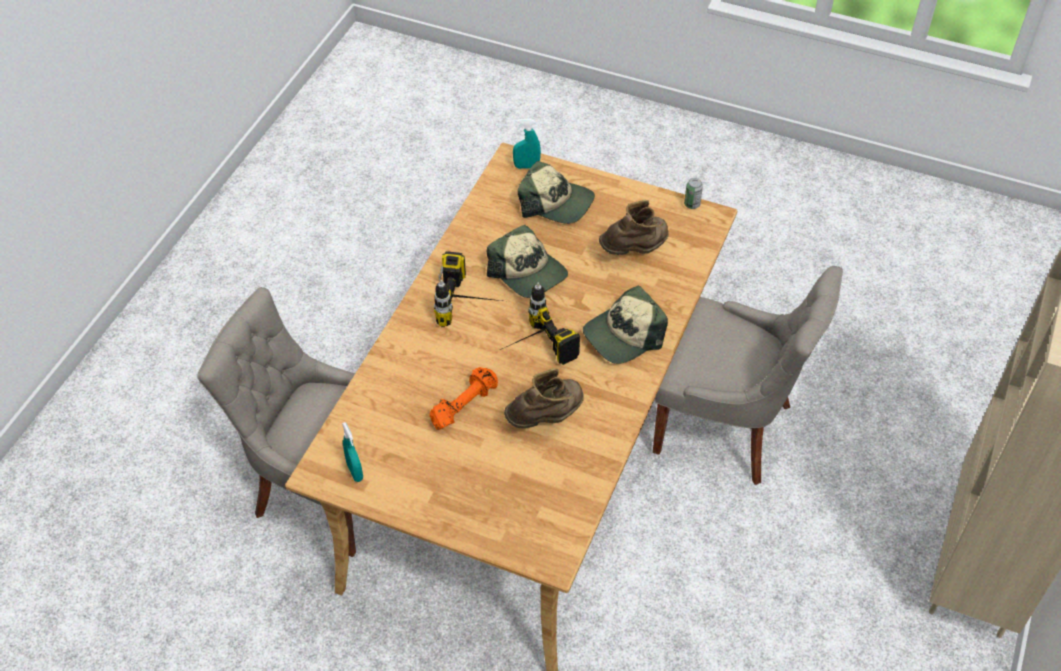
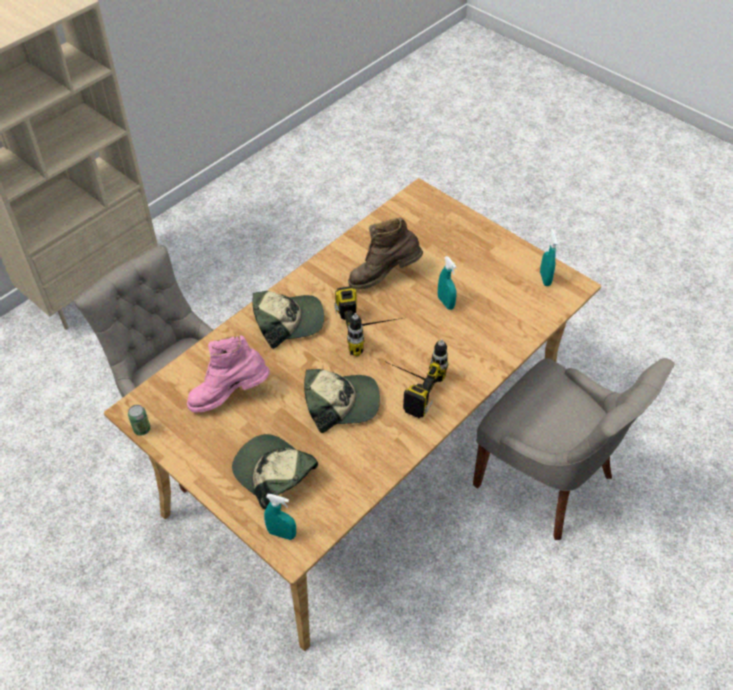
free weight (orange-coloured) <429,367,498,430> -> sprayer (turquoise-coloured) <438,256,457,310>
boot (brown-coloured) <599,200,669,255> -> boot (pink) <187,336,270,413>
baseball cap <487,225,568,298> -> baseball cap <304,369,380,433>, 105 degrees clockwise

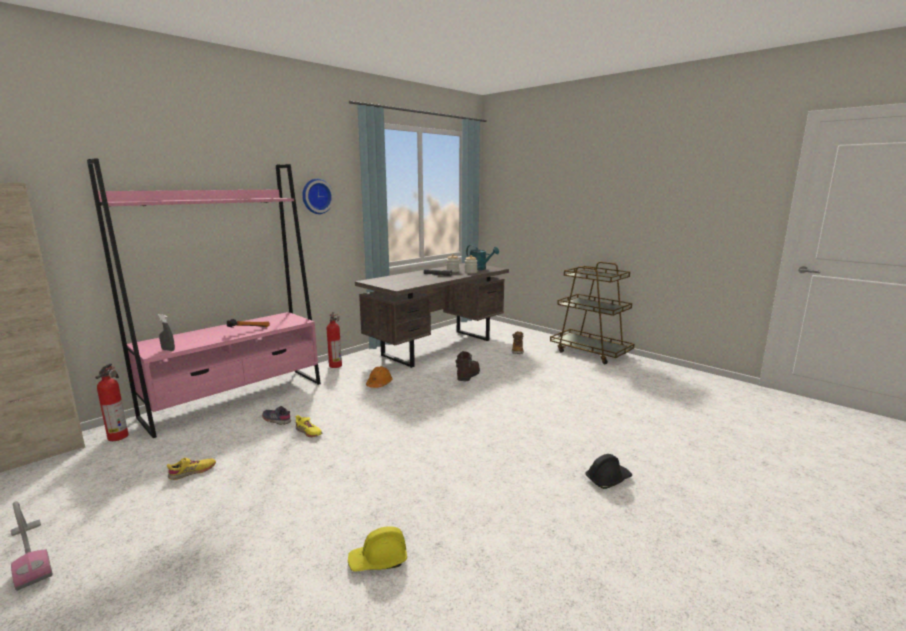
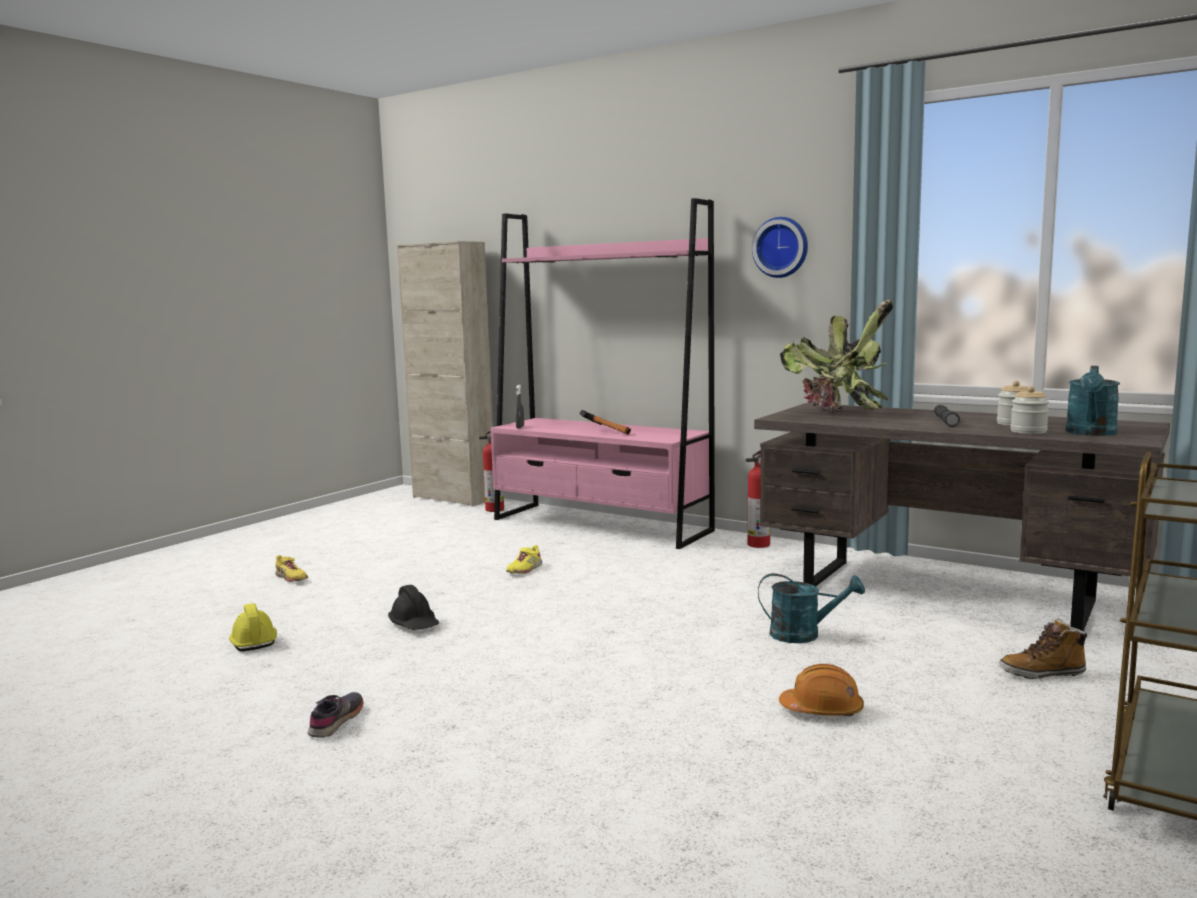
vacuum <11,501,53,591> -> none
none -> houseplant <780,300,893,411>
shoe (yellow) <167,458,216,480> -> shoe (yellow) <275,555,308,582>, relocated
shoe (gray) <262,406,291,425> -> shoe (gray) <308,692,364,738>, relocated
work helmet (orange-coloured) <366,366,393,388> -> work helmet (orange-coloured) <779,664,864,716>, relocated
work helmet (black-coloured) <585,454,632,489> -> work helmet (black-coloured) <388,585,439,630>, relocated
boot (brown-coloured) <455,351,480,381> -> watering pot (turquoise-coloured) <758,573,865,643>

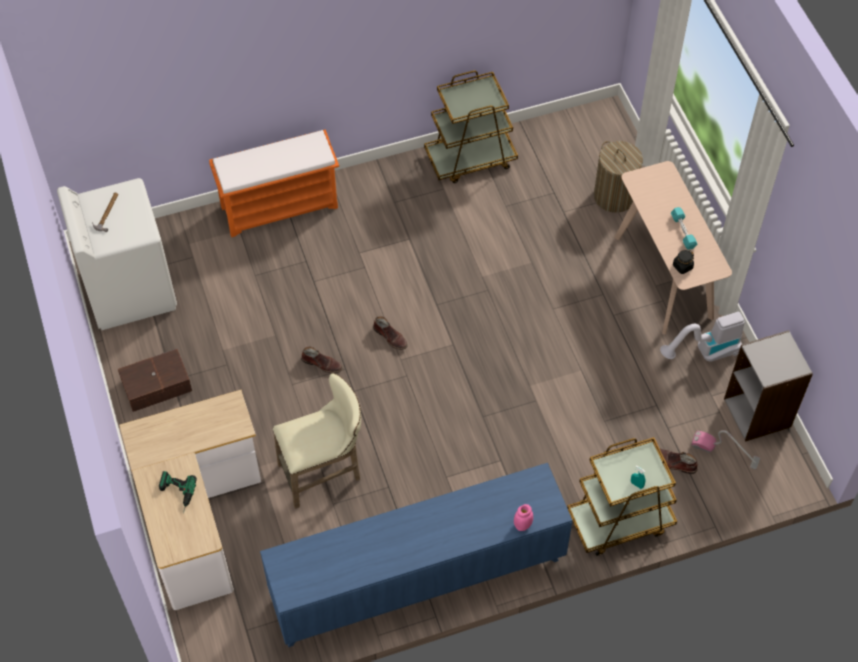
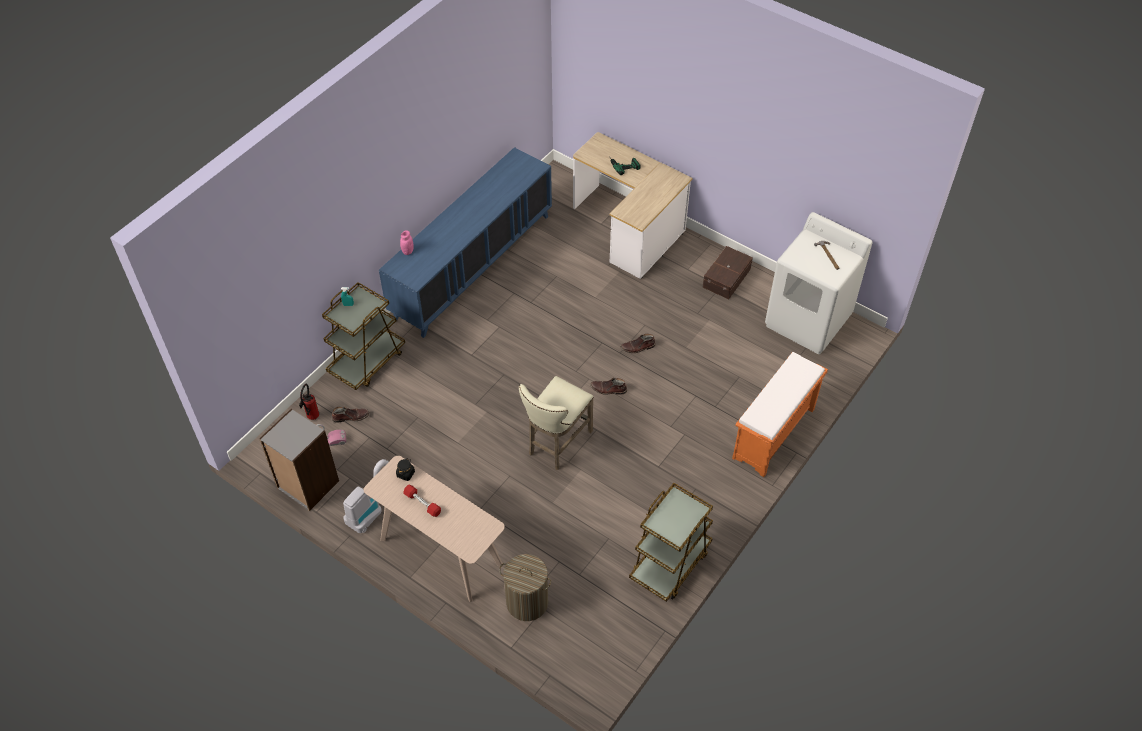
none -> extinguisher <299,384,319,420>
stool seat (sand-coloured) <273,373,361,509> -> stool seat (sand-coloured) <519,376,593,470>, relocated
free weight (turquoise-coloured) <671,207,697,250> -> free weight (red-coloured) <403,485,441,517>

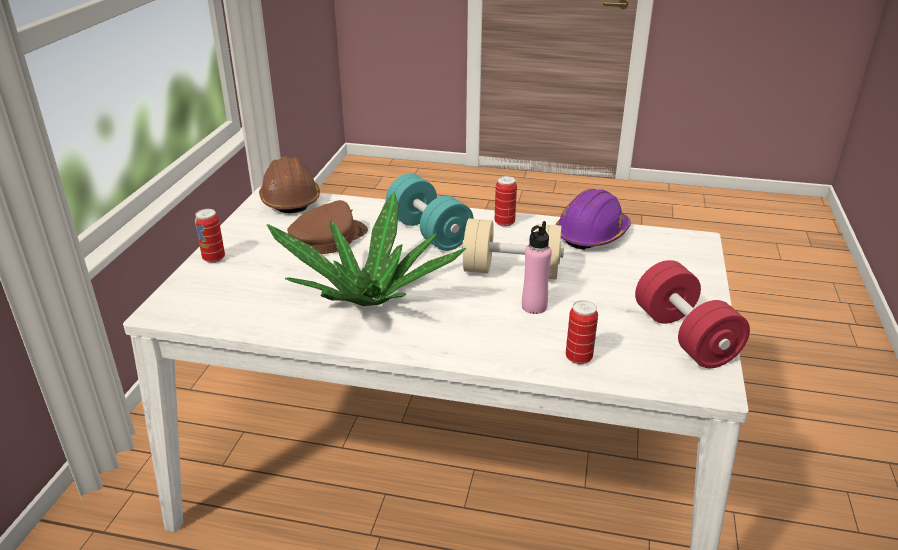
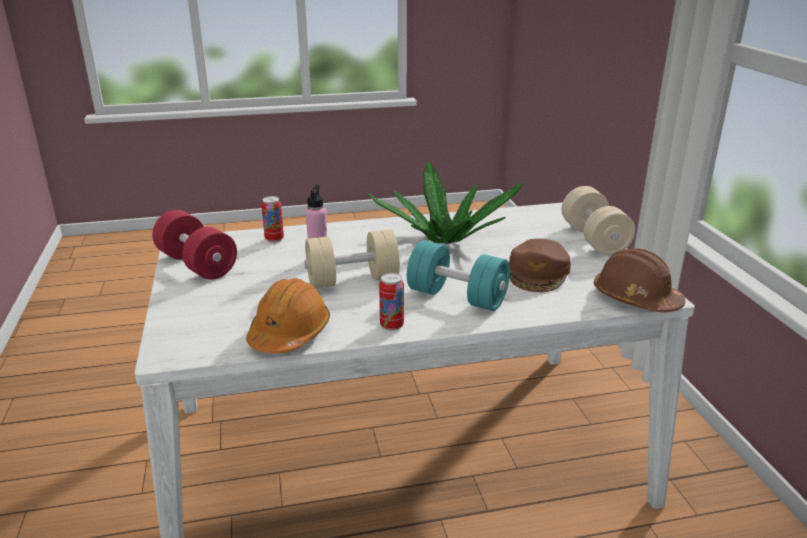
sealed can <195,209,225,263> -> free weight (sand-coloured) <562,186,635,256>
work helmet (purplish) <556,189,631,250> -> work helmet (orange-coloured) <246,278,330,353>

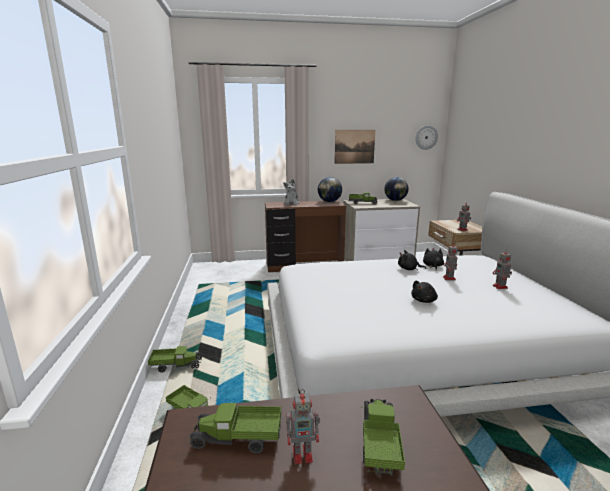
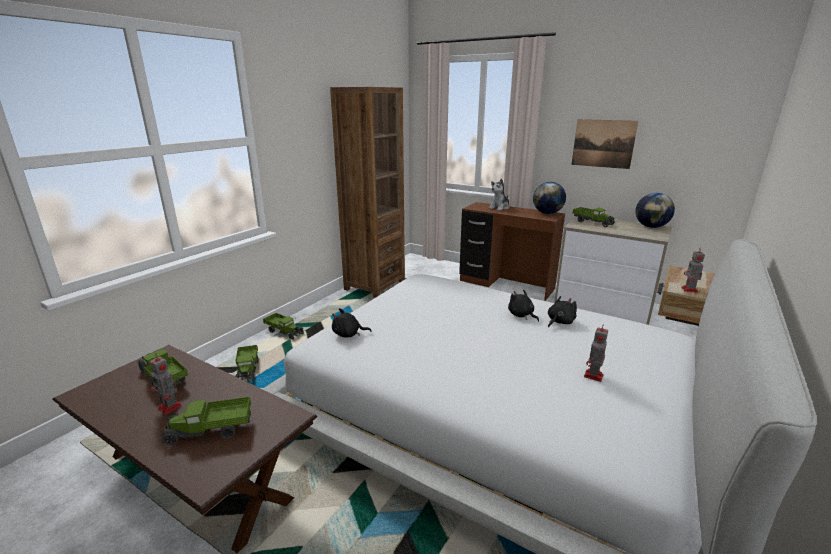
clock on the wall <416,125,438,150> -> none
model robot <443,245,458,280> -> none
none -> bookcase (brown-coloured) <330,87,405,298>
plush toy (black-coloured) <411,281,438,303> -> plush toy (black-coloured) <332,308,372,338>, relocated
toy lorry <361,399,405,476> -> toy lorry <161,397,251,445>, 150 degrees counterclockwise

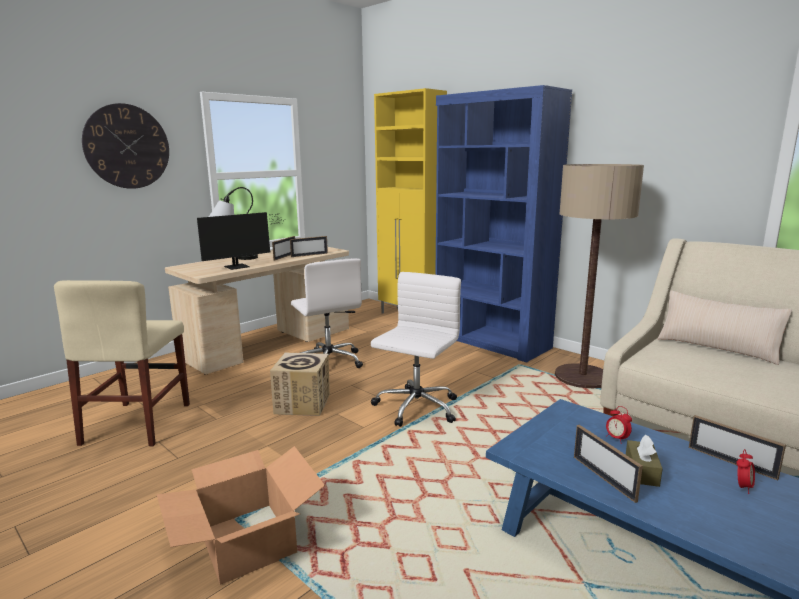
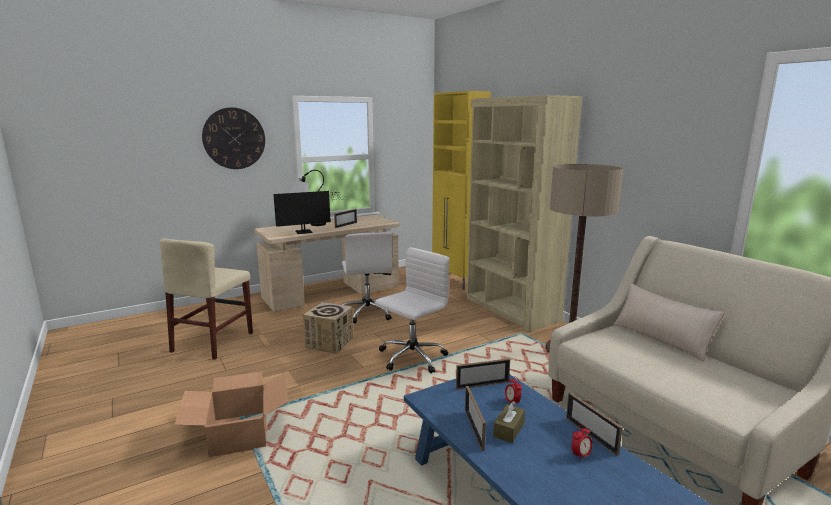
picture frame <290,236,328,257> -> picture frame <456,358,510,390>, relocated
bookcase (blue) <435,85,572,363> -> bookcase (sand-coloured) <467,95,582,332>

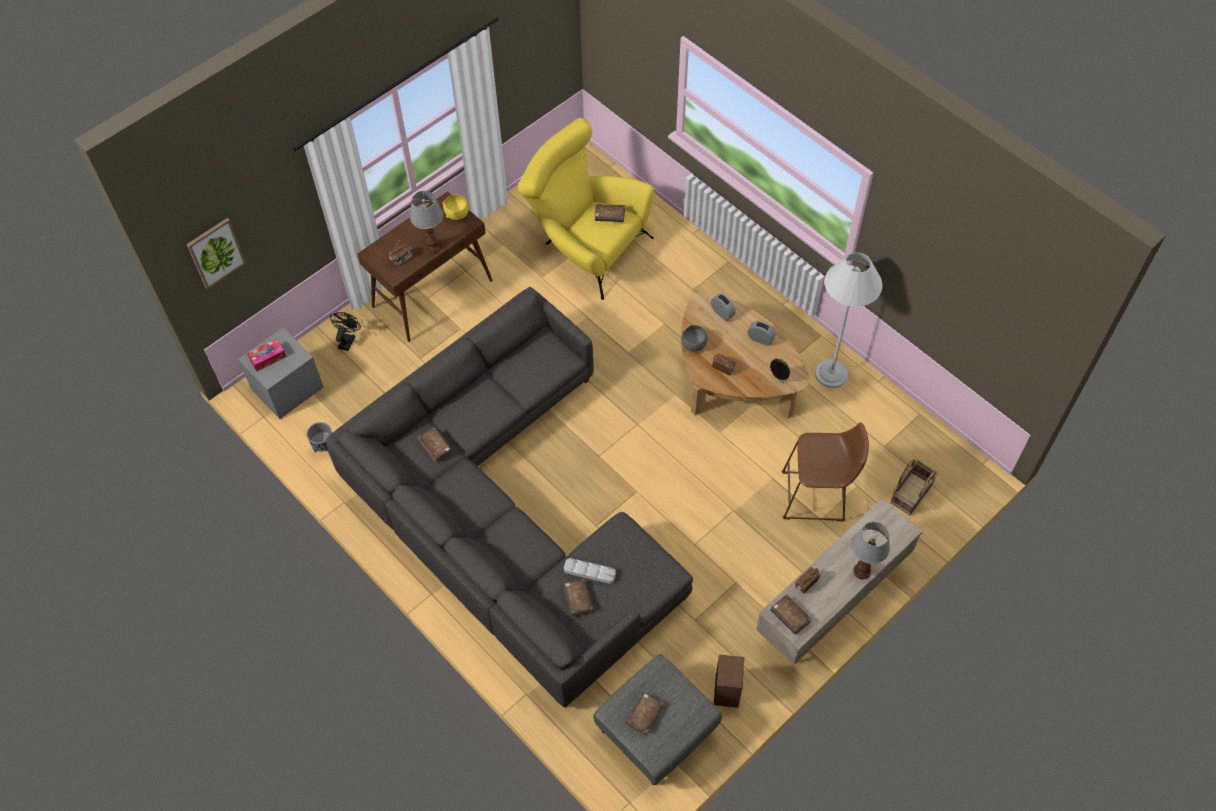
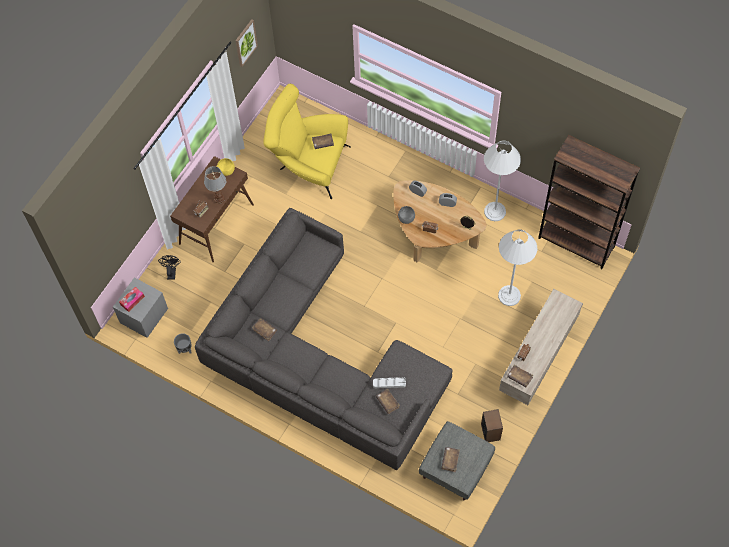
lamp for a table <852,522,890,580> -> none
basket <890,459,938,515> -> none
none -> bookcase (brown-coloured) <538,135,640,269>
picture <186,218,246,289> -> picture <235,19,258,67>, relocated
stool seat (brown-coloured) <781,422,869,521> -> standing lamp (white-coloured) <498,229,537,306>

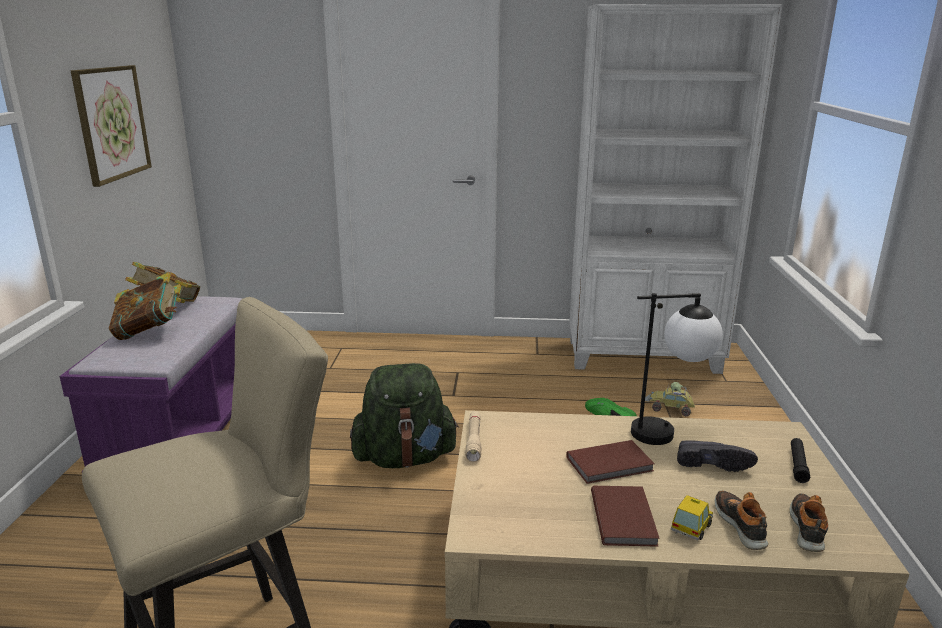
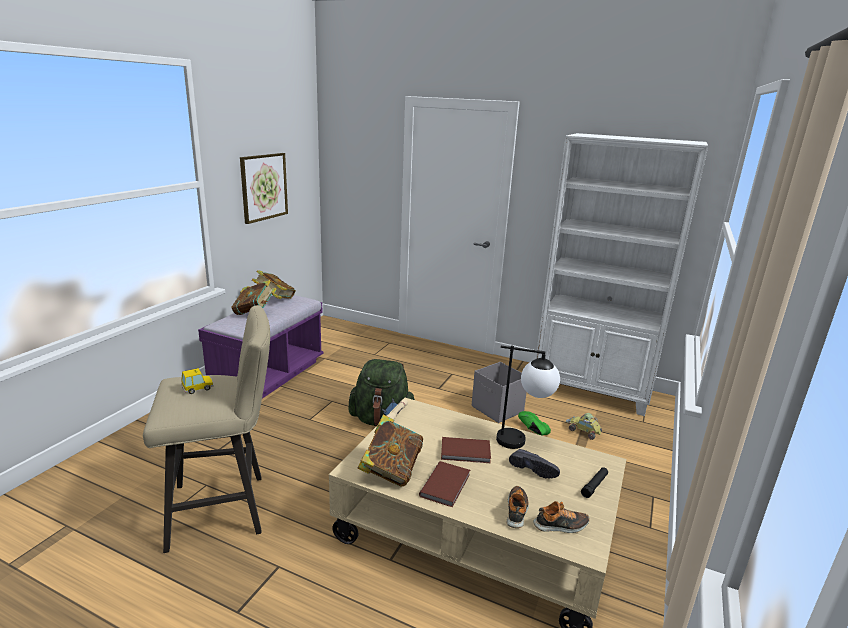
none -> book <358,415,423,487>
none -> storage container (gray) <472,362,527,423>
toy car <671,495,713,540> -> toy car <181,368,213,394>, relocated
shoe <790,493,828,552> -> shoe <533,501,590,533>, 45 degrees clockwise

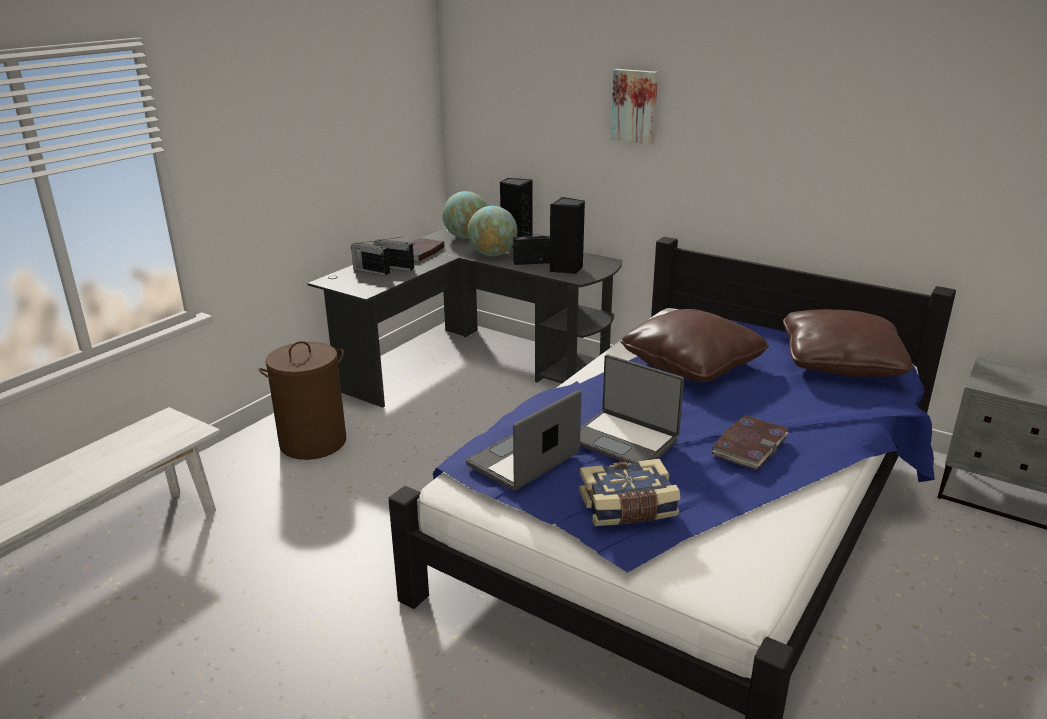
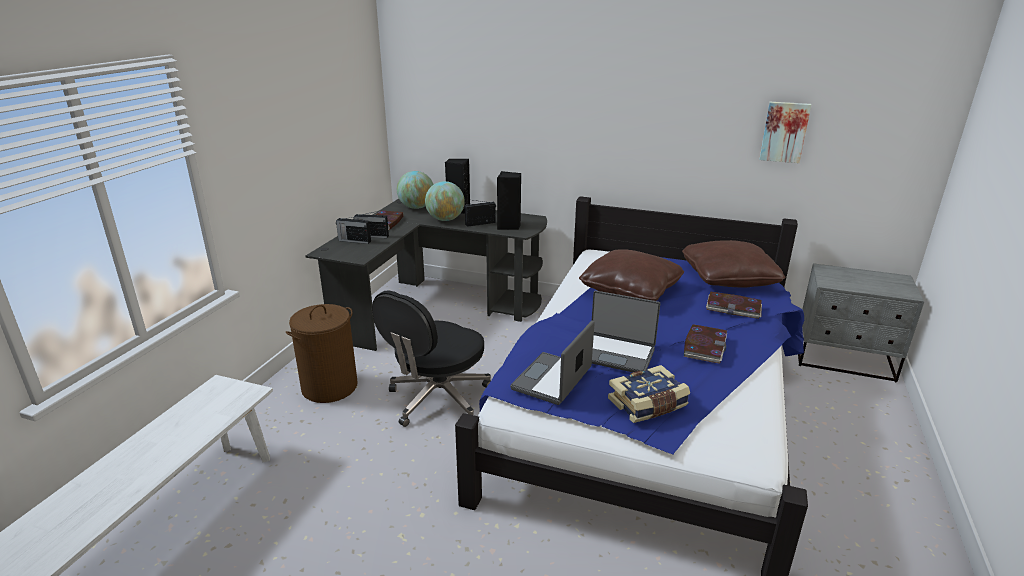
none -> computer chair (black-coloured) <372,291,491,427>
none -> book <706,292,762,319>
picture <611,69,658,145> -> picture <759,102,811,163>, relocated

